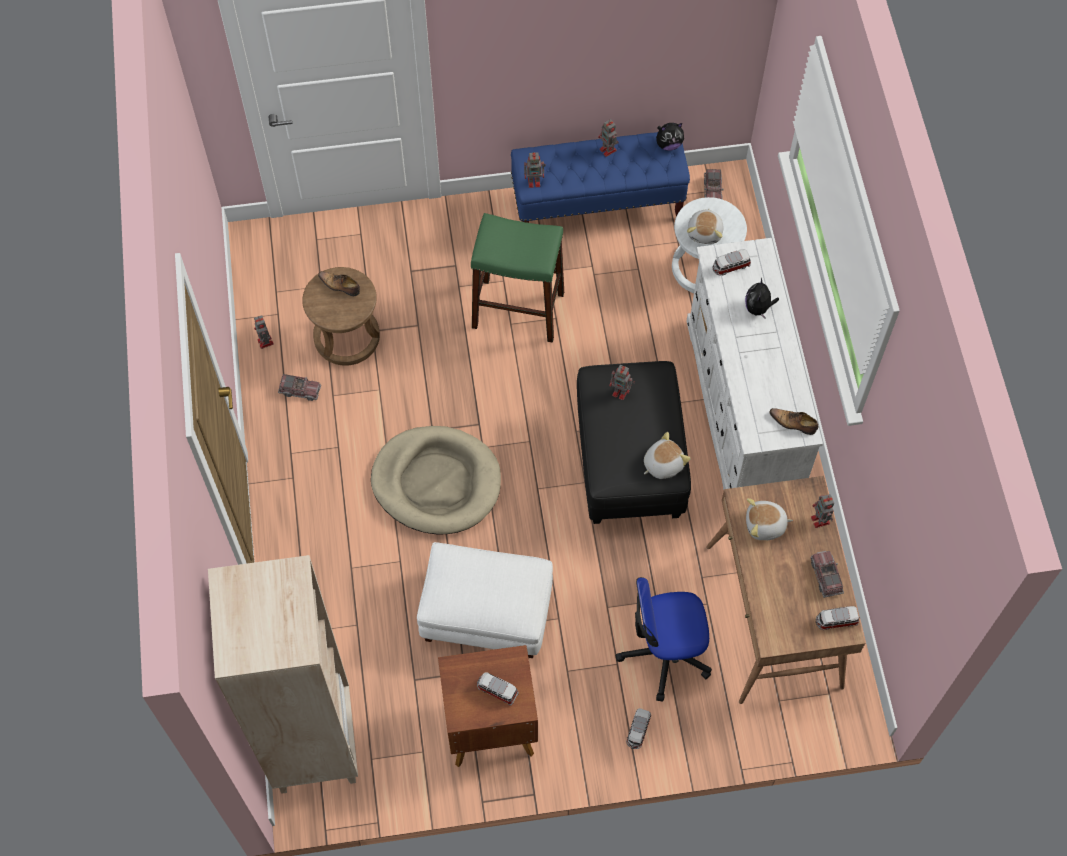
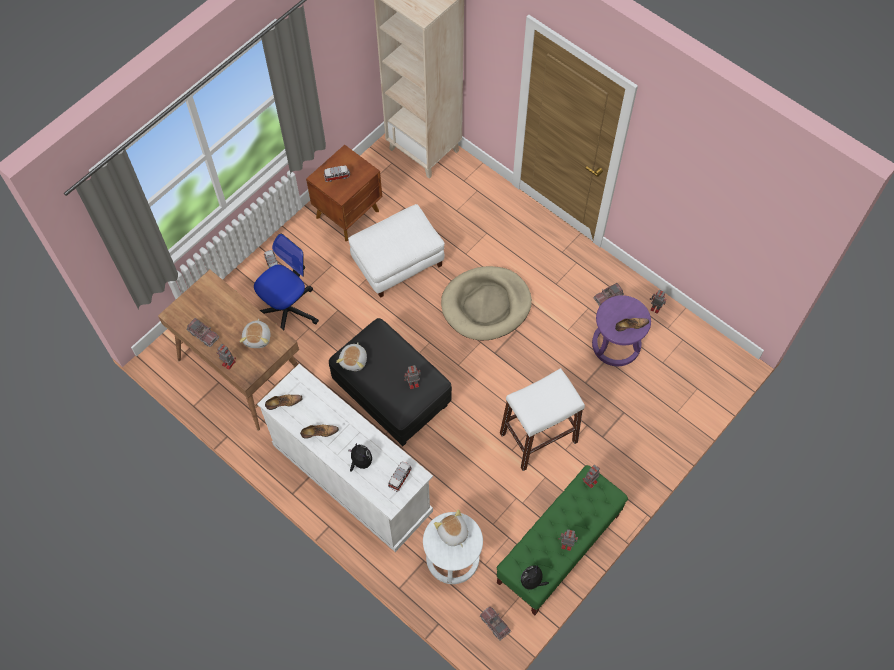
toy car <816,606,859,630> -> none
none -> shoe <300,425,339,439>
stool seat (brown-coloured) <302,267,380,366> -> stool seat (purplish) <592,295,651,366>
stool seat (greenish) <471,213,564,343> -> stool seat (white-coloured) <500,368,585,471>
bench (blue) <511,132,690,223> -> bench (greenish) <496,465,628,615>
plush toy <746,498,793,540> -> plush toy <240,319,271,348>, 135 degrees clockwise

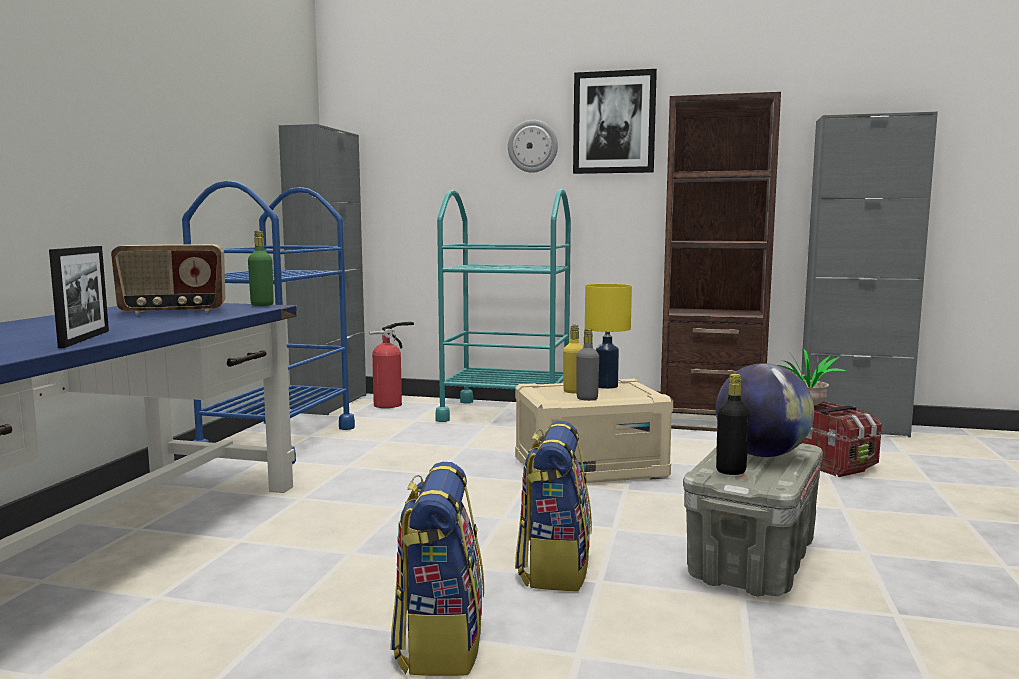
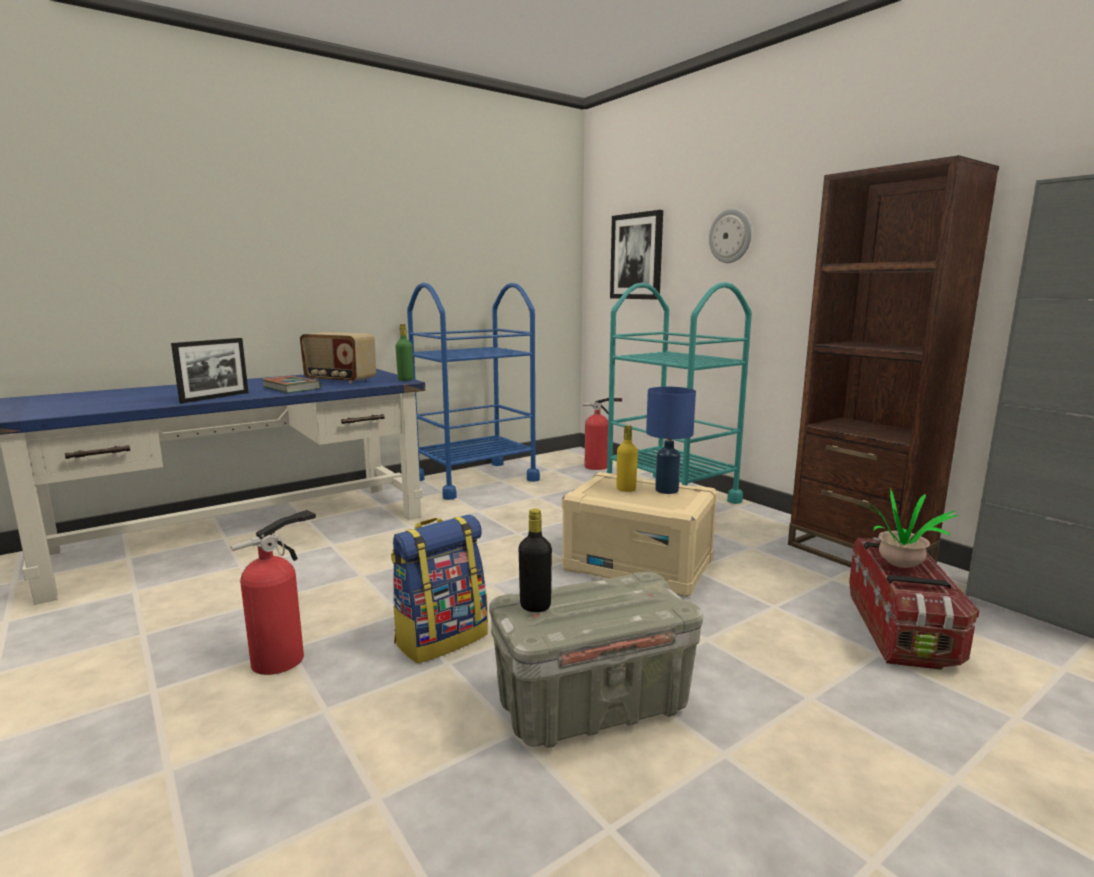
cupboard (gray) <279,124,366,415> -> none
beverage bottle (gray) <577,329,599,401> -> none
world globe <716,363,814,457> -> none
none -> book <261,376,321,393>
picture <573,69,657,174> -> picture <610,210,663,299>, relocated
backpack <390,462,484,676> -> extinguisher <230,510,316,675>
lamp for a table (yellow) <585,284,632,389> -> lamp for a table (blue) <646,387,696,494>

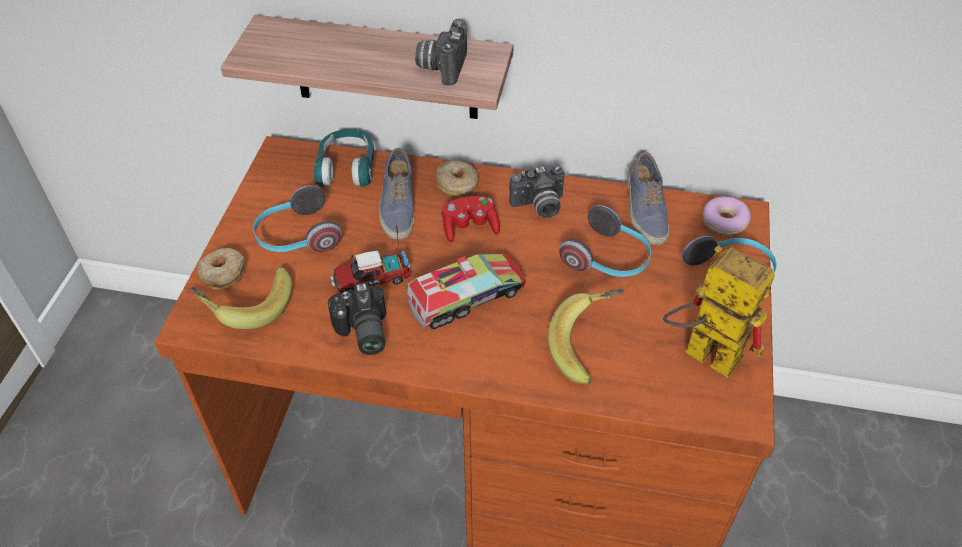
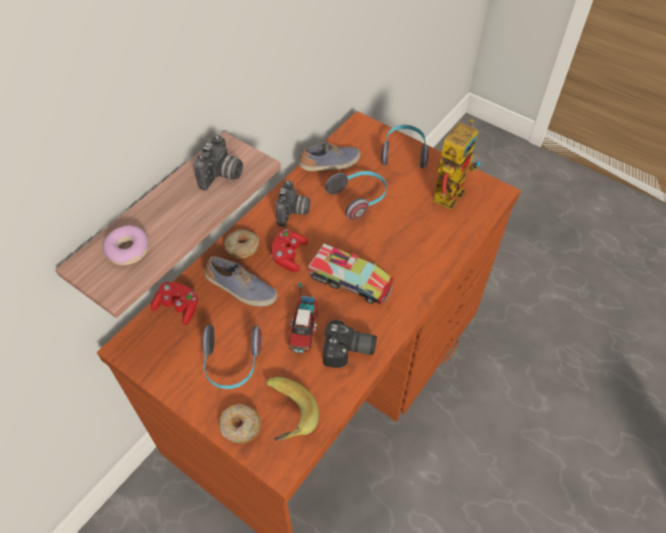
whole banana <548,288,624,385> -> none
ring doughnut <703,197,751,235> -> ring doughnut <103,225,149,265>, relocated
headphones (turquoise-coloured) <314,129,374,187> -> joypad (red-coloured) <151,282,198,325>
toy lorry <407,252,526,329> -> toy lorry <308,244,394,304>, 120 degrees clockwise
photo camera <415,19,467,86> -> photo camera <194,135,243,191>, 105 degrees counterclockwise
shoe <627,152,669,245> -> shoe <299,142,360,171>, 45 degrees counterclockwise
model robot <663,246,775,378> -> model robot <433,119,480,210>, 150 degrees clockwise

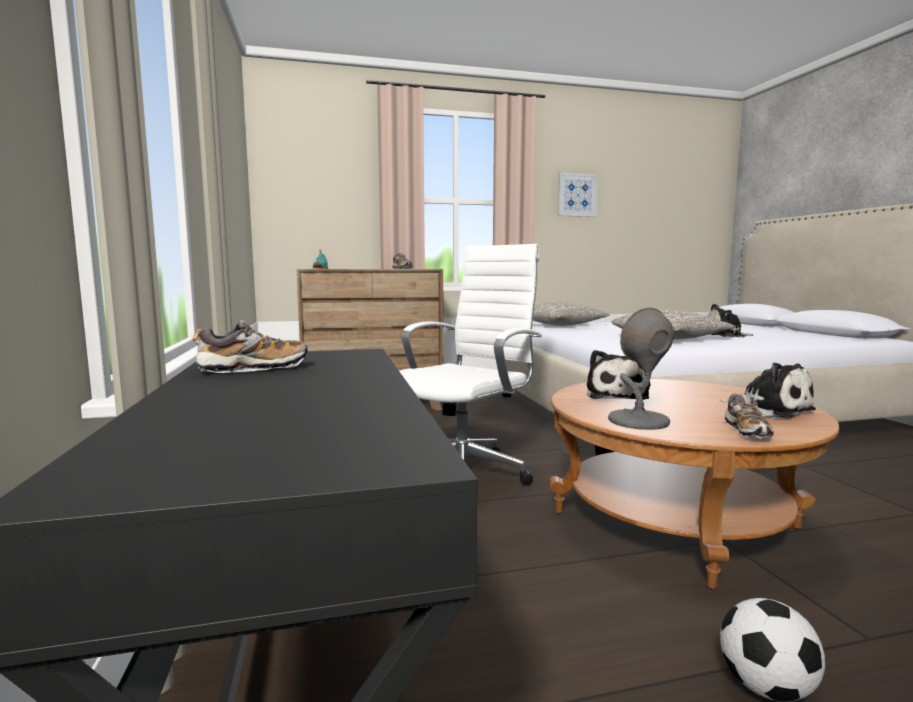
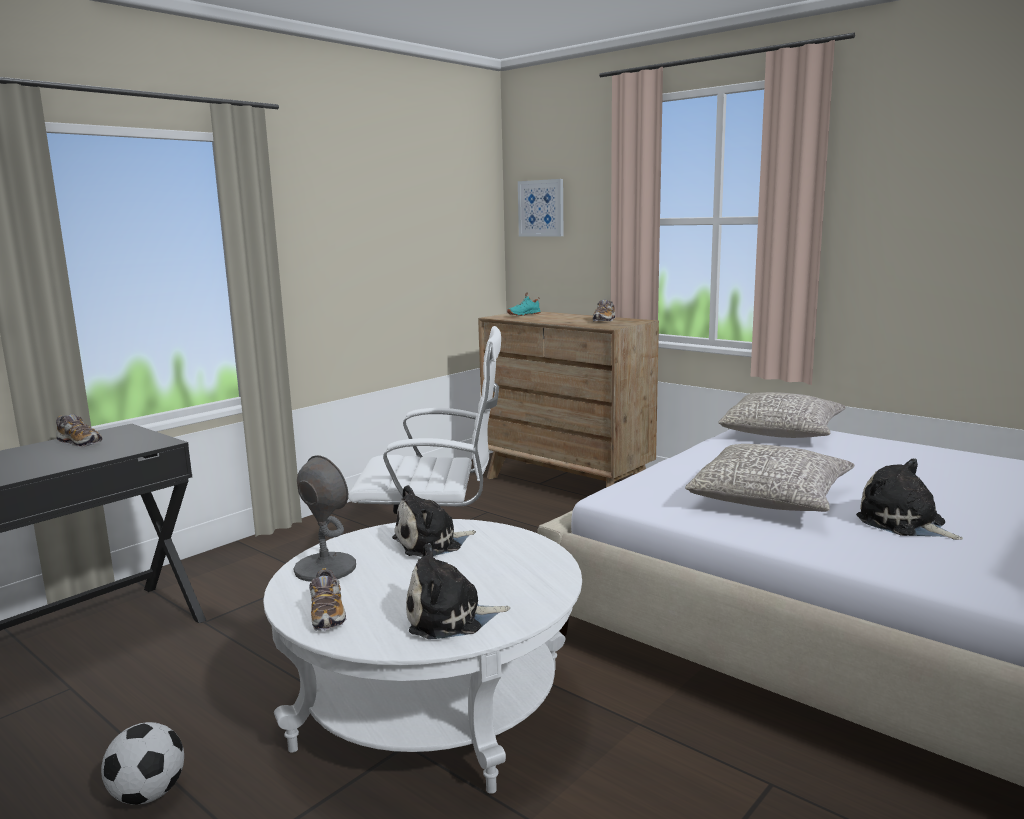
picture <558,173,598,217> -> picture <518,179,563,236>, relocated
low table (brown-coloured) <549,379,840,589> -> low table (white-coloured) <263,519,582,794>
plush toy <720,362,816,419> -> plush toy <406,543,510,639>, 60 degrees clockwise
shoe <724,393,774,438> -> shoe <309,568,347,631>, 75 degrees counterclockwise

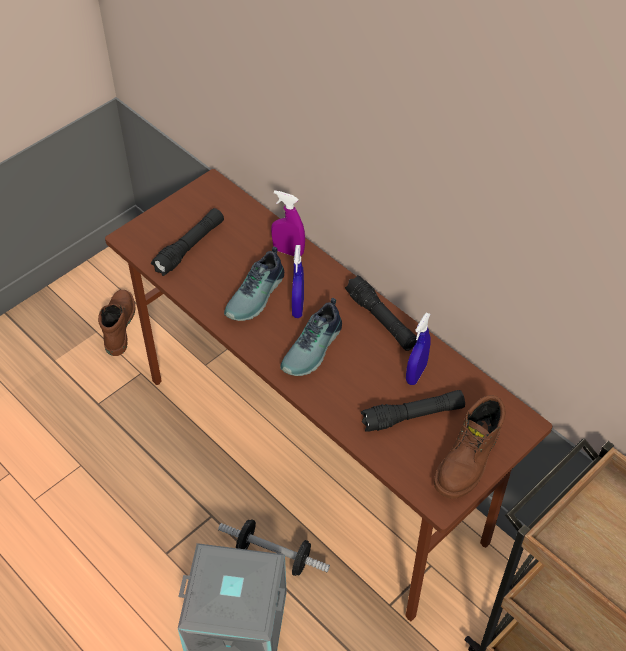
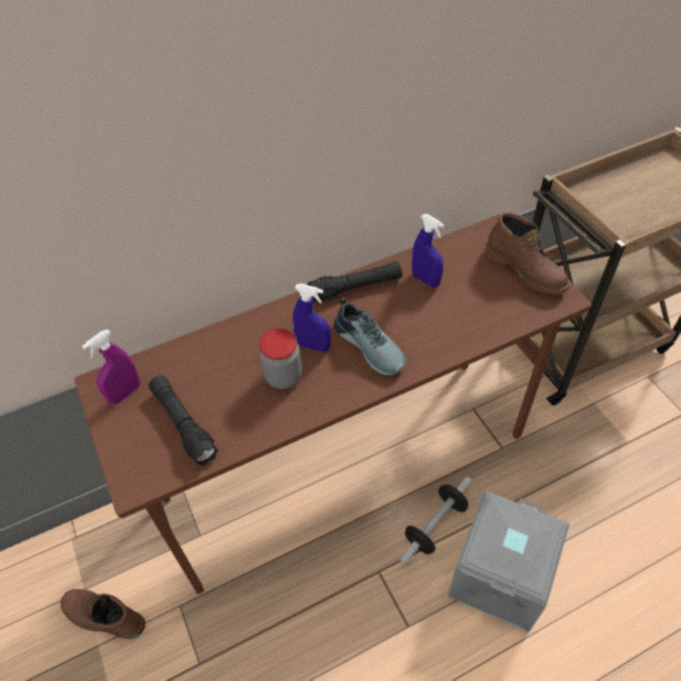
torch (black-coloured) <361,390,465,432> -> none
sprayer (purplish) <271,190,305,256> -> sprayer (purplish) <82,330,140,405>, relocated
shoe <224,246,284,321> -> storage jar <259,329,302,389>

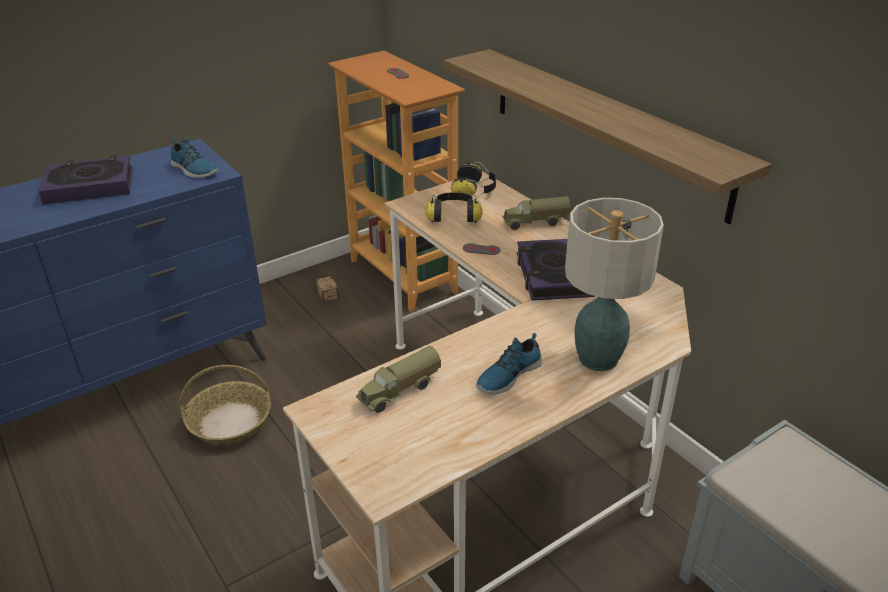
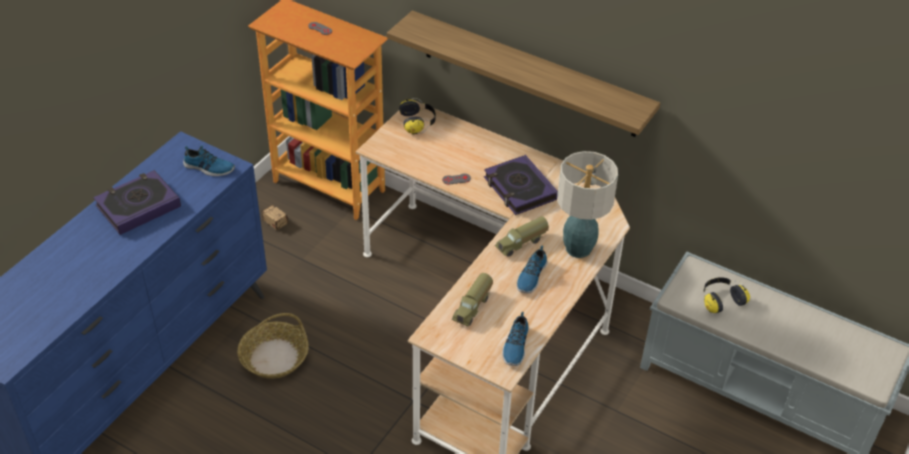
none -> shoe <502,312,529,366>
headphones <426,192,483,223> -> headphones <704,277,750,313>, relocated
toy lorry <502,196,571,230> -> toy lorry <495,216,549,257>, relocated

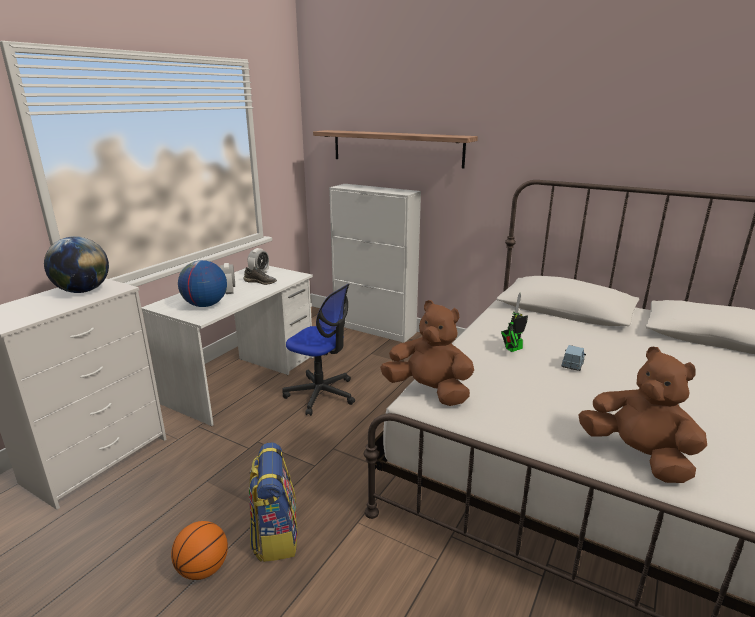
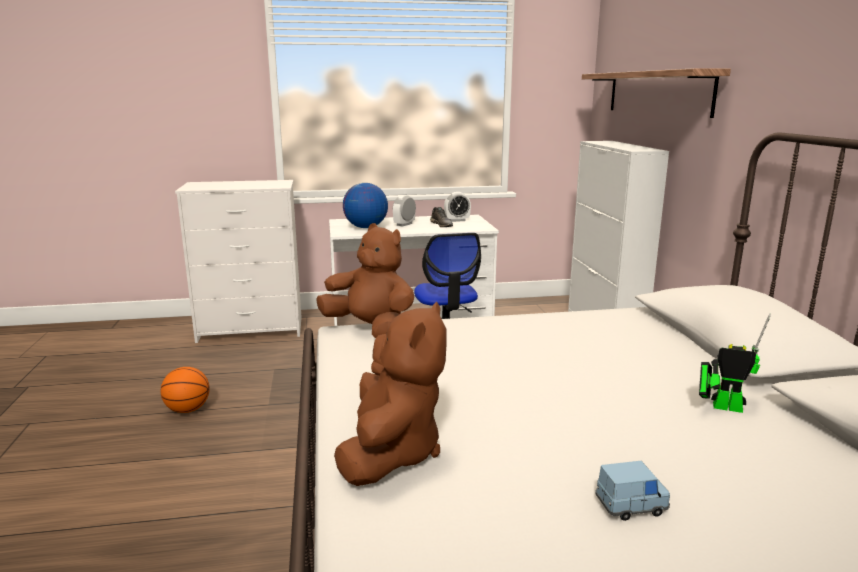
world globe <44,236,109,293> -> none
backpack <249,442,298,562> -> none
model robot <501,293,528,352> -> model robot <699,314,771,413>, relocated
toy car (blue) <561,345,586,371> -> toy car (blue) <595,461,670,521>, relocated
plush toy (brown-coloured) <380,300,474,406> -> plush toy (brown-coloured) <316,223,414,338>, 45 degrees counterclockwise

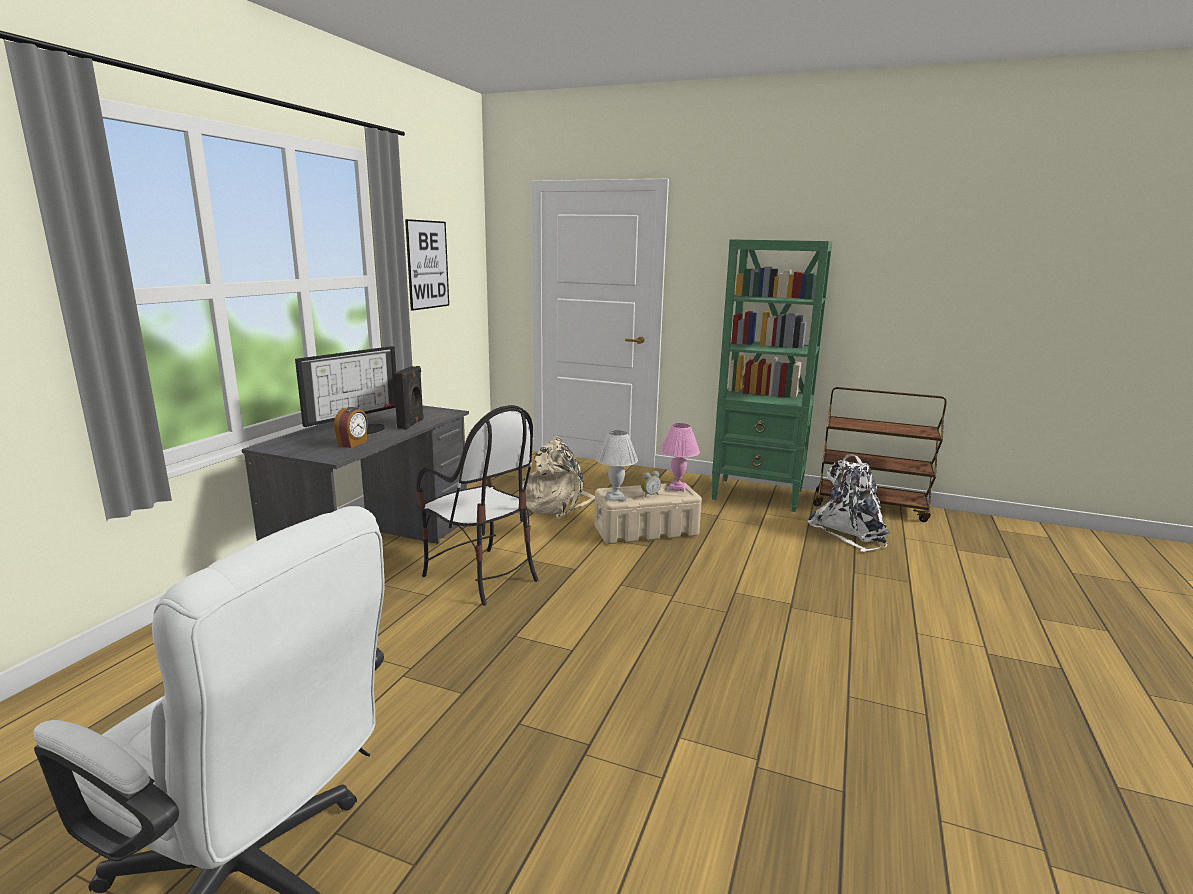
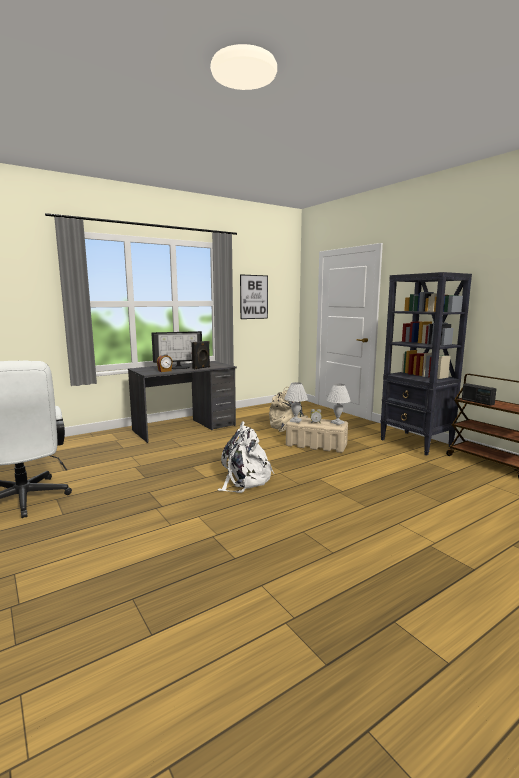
upright chair <416,405,539,605> -> none
none -> radio set <462,383,497,406>
backpack (white-coloured) <808,454,890,552> -> backpack (white-coloured) <218,421,274,493>, relocated
lamp for a table (pink) <660,423,700,492> -> lamp for a table (white-coloured) <327,384,351,425>
bookcase (greenish) <711,239,832,512> -> bookcase (black-coloured) <380,272,472,456>

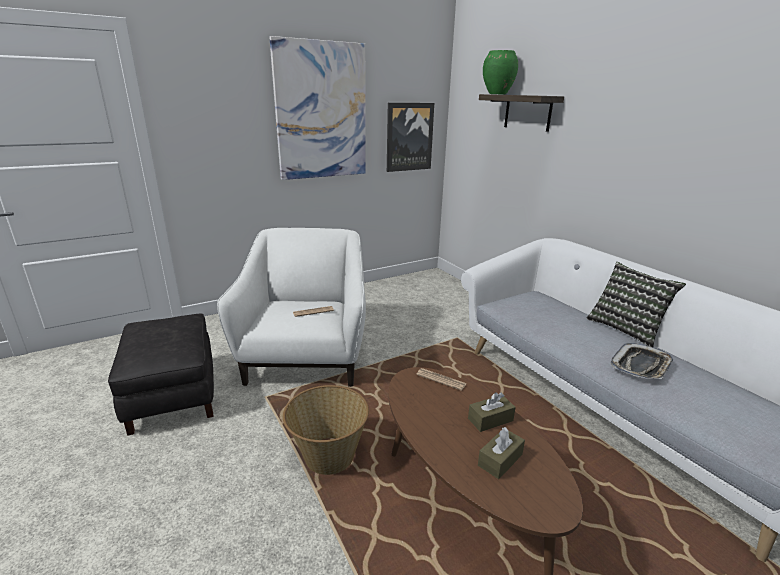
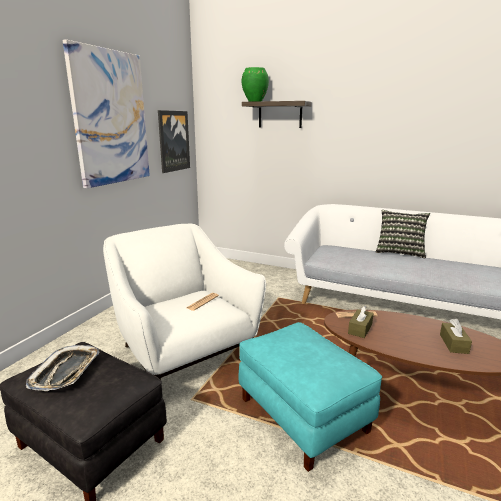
box of tissues (brown-coloured) <468,392,516,432> -> box of tissues (brown-coloured) <348,305,374,338>, relocated
serving tray <611,343,673,379> -> serving tray <26,345,99,391>, relocated
basket <283,385,369,475> -> ottoman (turquoise-coloured) <239,322,382,472>

